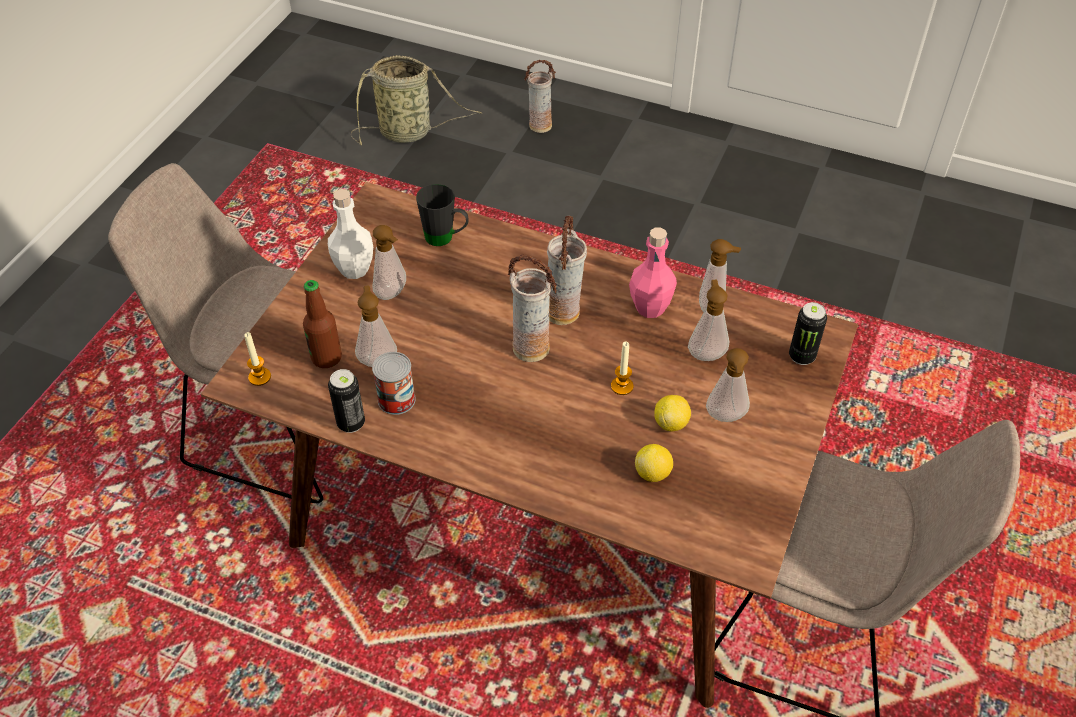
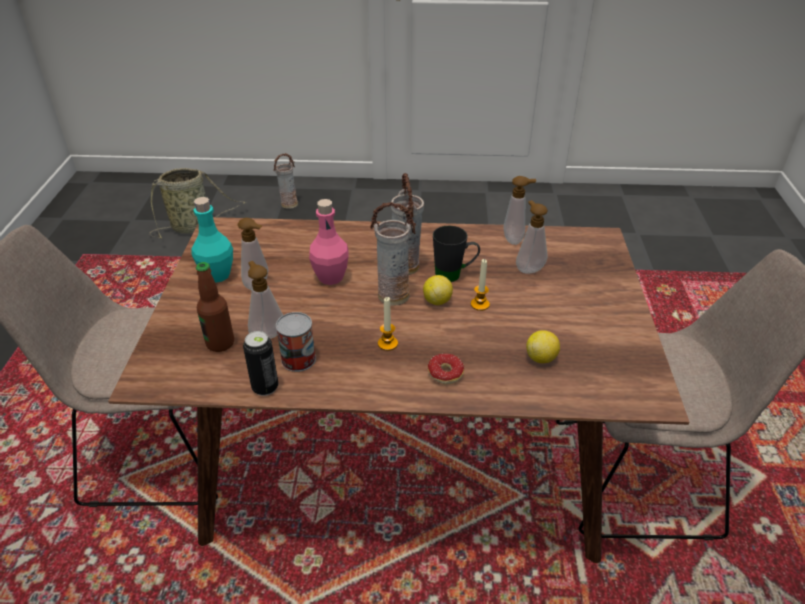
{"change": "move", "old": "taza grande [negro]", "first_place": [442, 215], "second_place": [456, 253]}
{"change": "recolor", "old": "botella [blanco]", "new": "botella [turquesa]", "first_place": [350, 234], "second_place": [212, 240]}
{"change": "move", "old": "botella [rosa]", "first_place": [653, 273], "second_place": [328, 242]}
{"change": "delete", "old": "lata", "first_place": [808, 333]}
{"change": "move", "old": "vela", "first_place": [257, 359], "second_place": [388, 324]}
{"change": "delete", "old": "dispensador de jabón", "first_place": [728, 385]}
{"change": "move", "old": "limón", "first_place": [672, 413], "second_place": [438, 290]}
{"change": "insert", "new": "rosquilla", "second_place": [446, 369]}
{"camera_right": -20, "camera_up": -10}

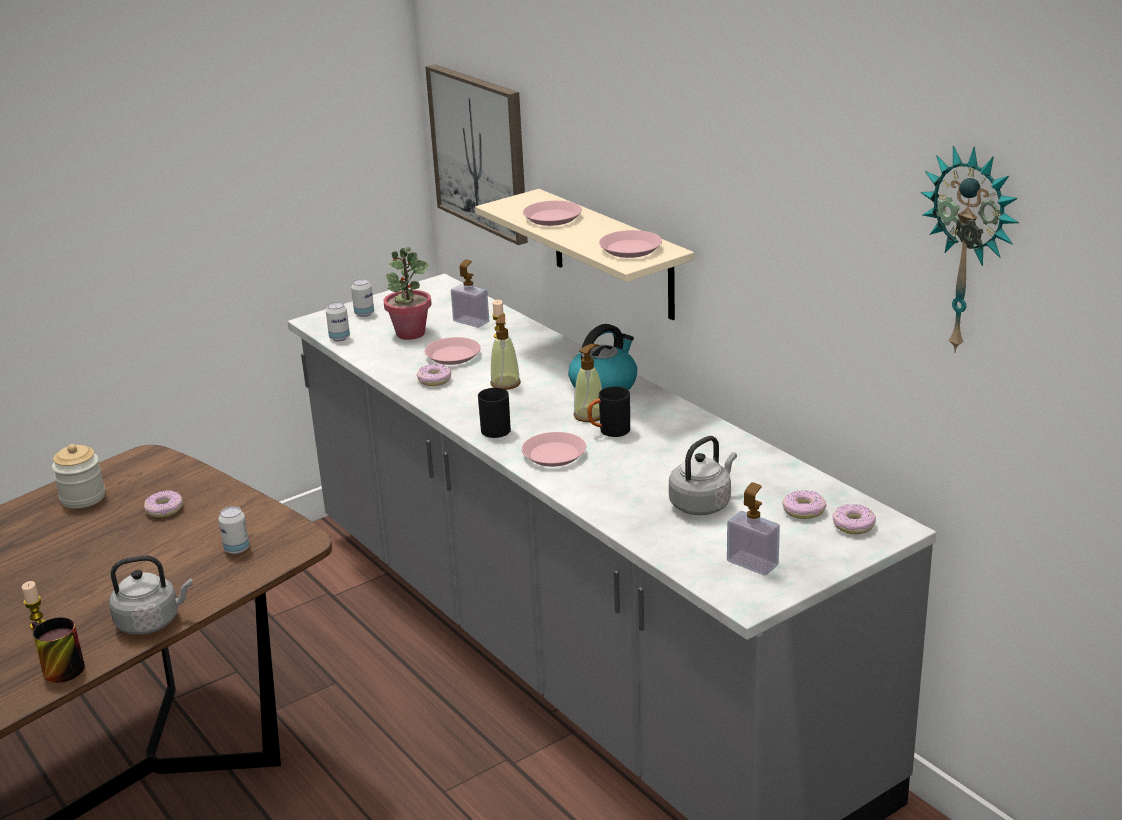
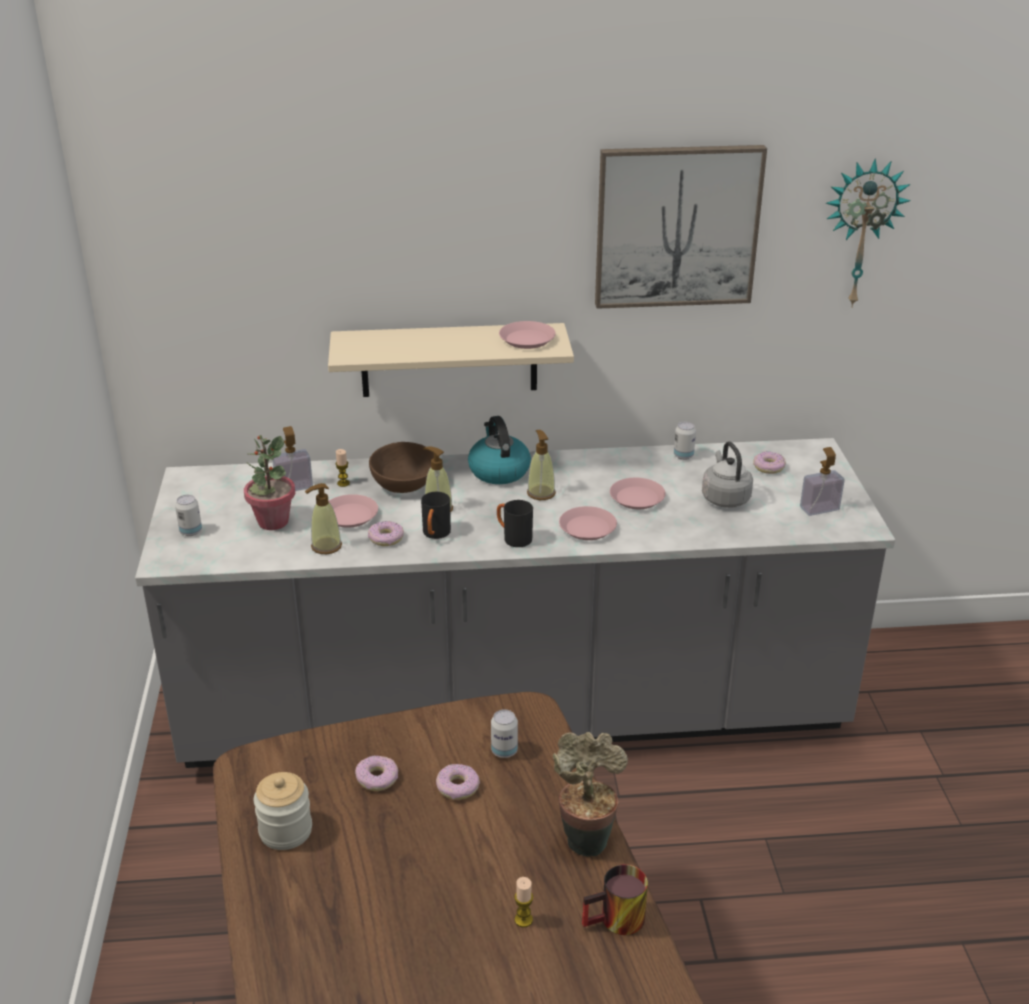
{"change": "move", "old": "cuadro", "first_place": [476, 154], "second_place": [681, 227]}
{"change": "move", "old": "plato [rosa]", "first_place": [552, 213], "second_place": [638, 493]}
{"change": "move", "old": "lata", "first_place": [338, 321], "second_place": [685, 441]}
{"change": "move", "old": "taza grande [negro]", "first_place": [608, 412], "second_place": [436, 515]}
{"change": "move", "old": "rosquilla", "first_place": [854, 519], "second_place": [458, 782]}
{"change": "replace", "old": "hervidor [gris]", "new": "planta en maceta", "first_place": [151, 595], "second_place": [590, 794]}
{"change": "insert", "new": "cuenco [marrón]", "second_place": [401, 467]}
{"change": "insert", "new": "dispensador de jabón", "second_place": [323, 518]}
{"camera_right": -60, "camera_up": 5}

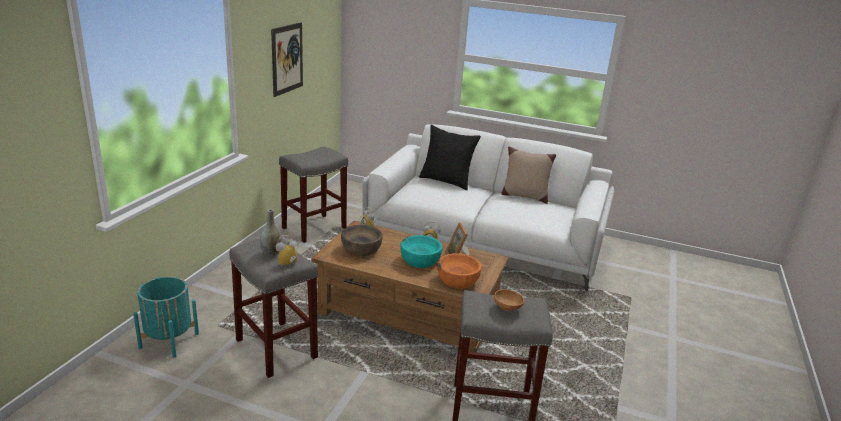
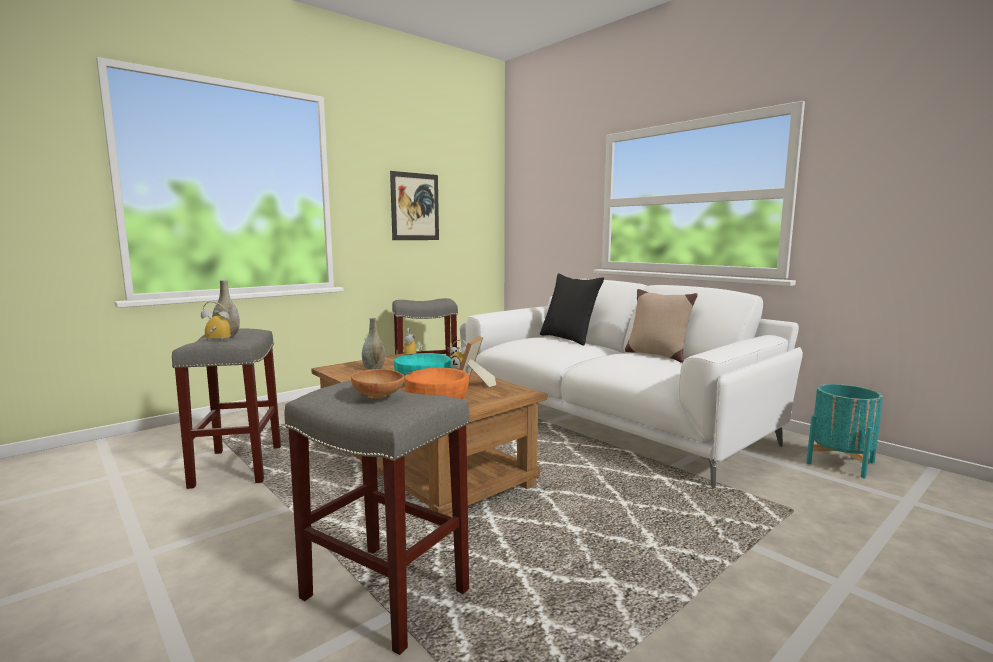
{"change": "replace", "old": "cuenco [marrón]", "new": "florero [gris]", "first_place": [362, 241], "second_place": [373, 344]}
{"change": "move", "old": "maceta [turquesa]", "first_place": [166, 317], "second_place": [844, 431]}
{"camera_right": 30, "camera_up": -15}

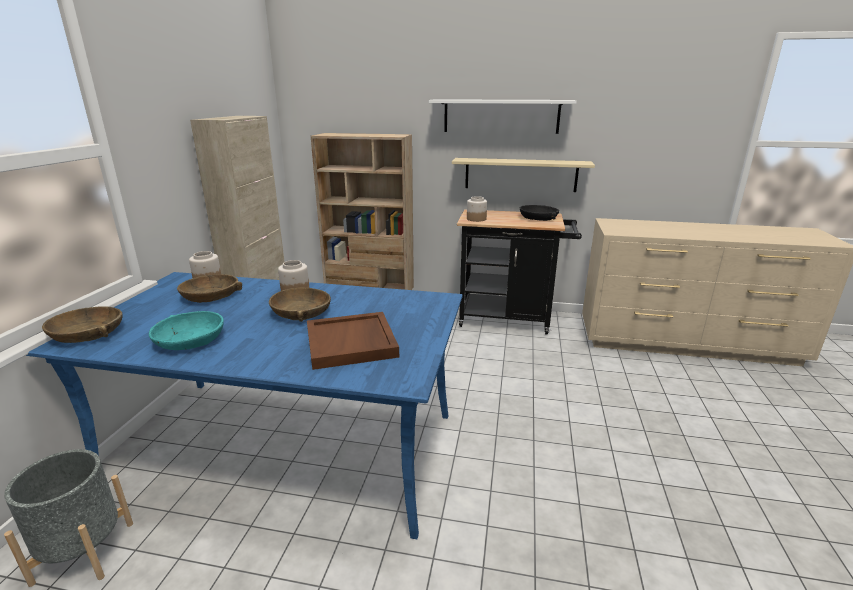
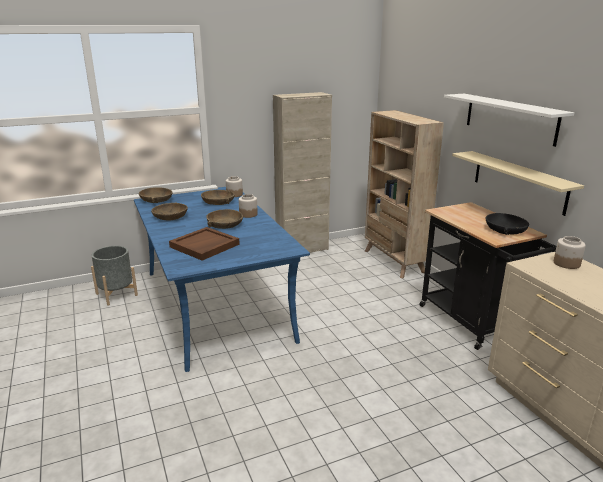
{"change": "move", "old": "tarro", "first_place": [477, 209], "second_place": [570, 252]}
{"change": "recolor", "old": "cuenco [turquesa]", "new": "cuenco [marrón]", "first_place": [186, 330], "second_place": [169, 211]}
{"camera_right": 55, "camera_up": 0}

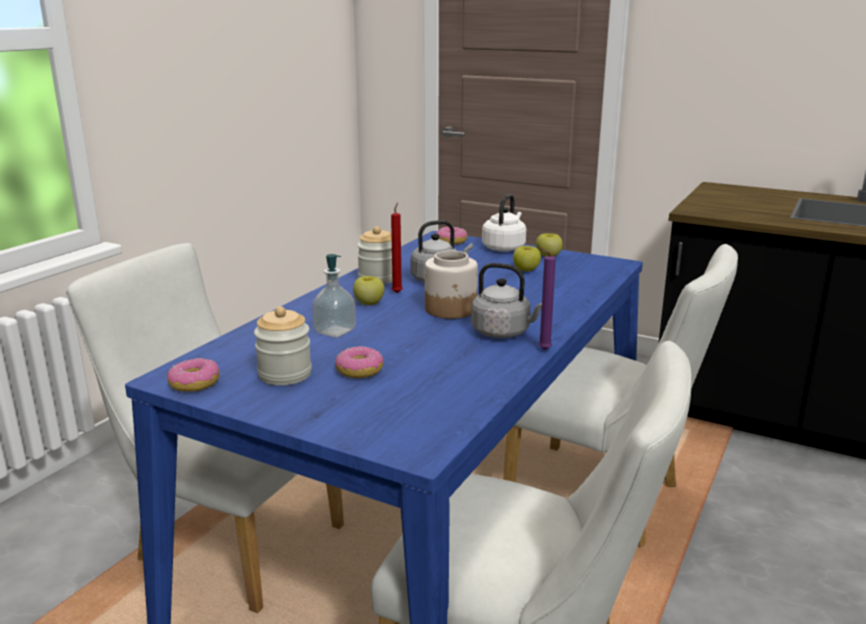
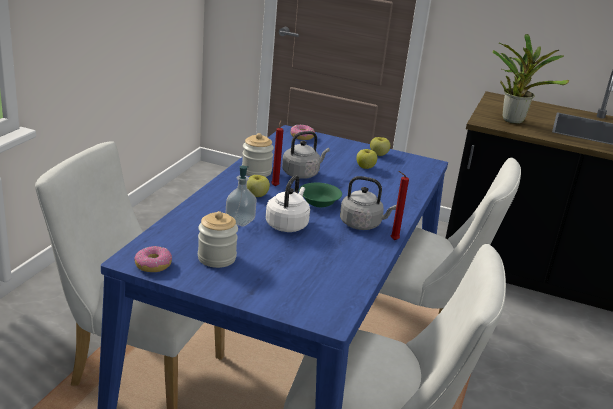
{"change": "move", "old": "hervidor [blanco]", "first_place": [504, 223], "second_place": [288, 203]}
{"change": "recolor", "old": "vela [morado]", "new": "vela [rojo]", "first_place": [547, 298], "second_place": [400, 205]}
{"change": "replace", "old": "tarro", "new": "cuenco [verde]", "first_place": [451, 285], "second_place": [320, 195]}
{"change": "delete", "old": "rosquilla", "first_place": [359, 362]}
{"change": "insert", "new": "planta en maceta", "second_place": [531, 79]}
{"camera_right": -10, "camera_up": 5}

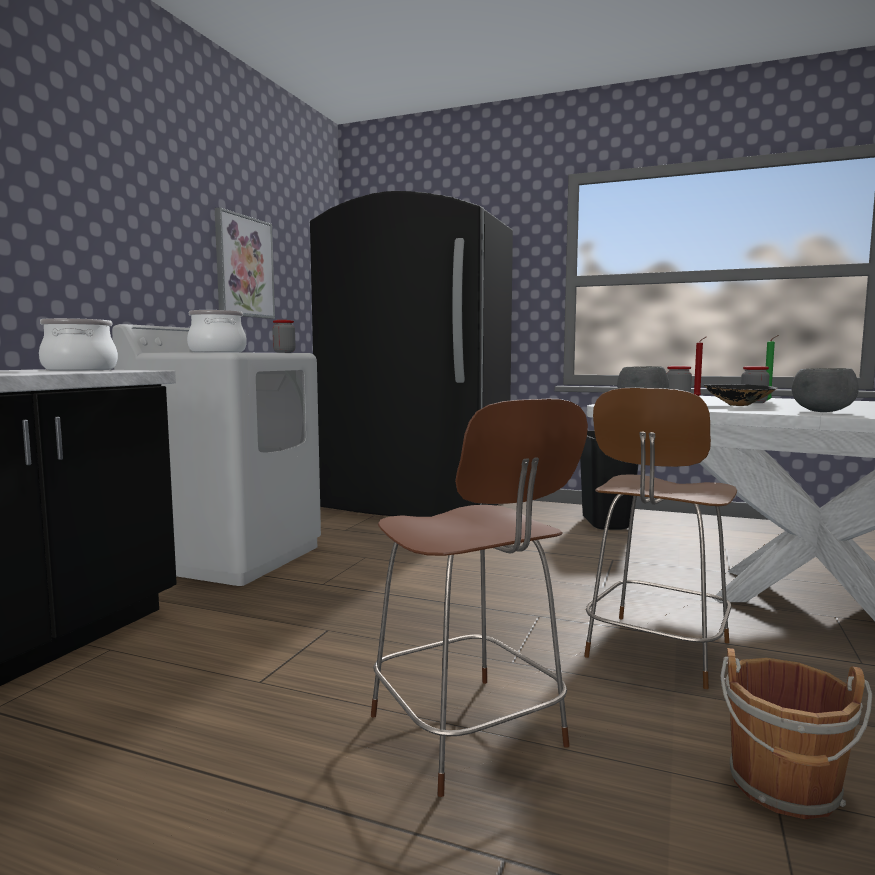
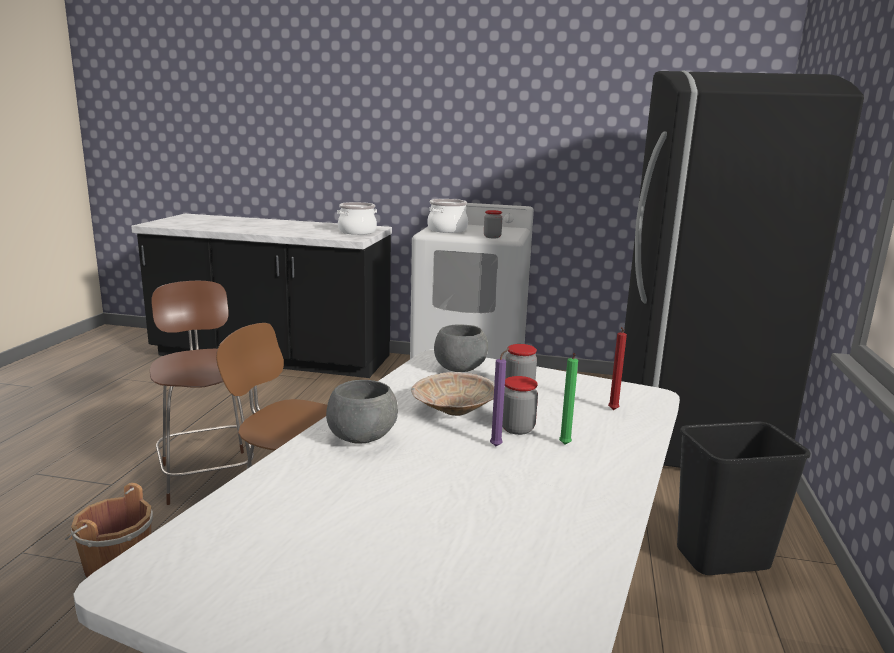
{"change": "delete", "old": "cuadro", "first_place": [245, 263]}
{"change": "recolor", "old": "cuenco [negro]", "new": "cuenco [beis]", "first_place": [741, 395], "second_place": [452, 394]}
{"change": "rotate", "old": "silla [marrón]", "first_place": [479, 598], "second_place": [202, 393], "degrees": 105}
{"change": "insert", "new": "vela [morado]", "second_place": [499, 397]}
{"camera_right": 80, "camera_up": 10}

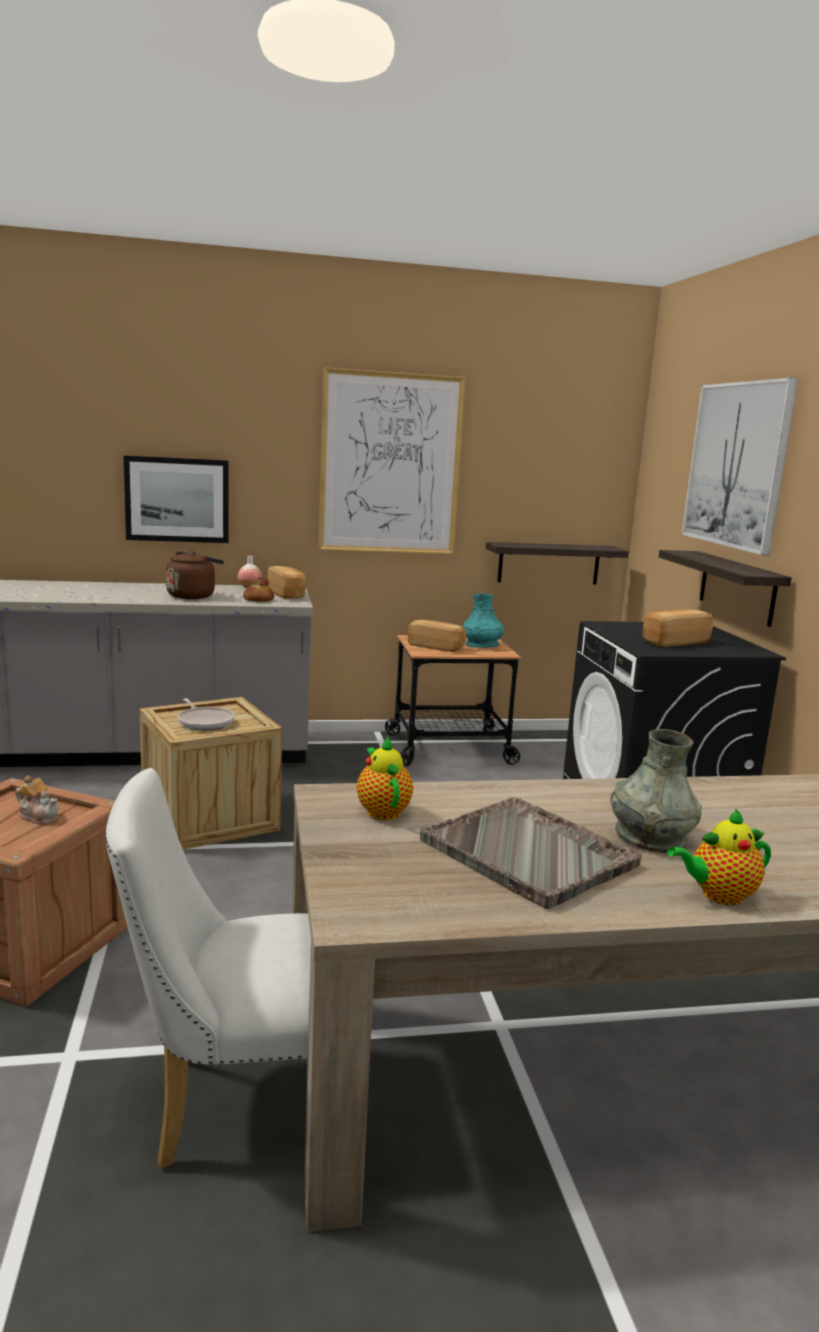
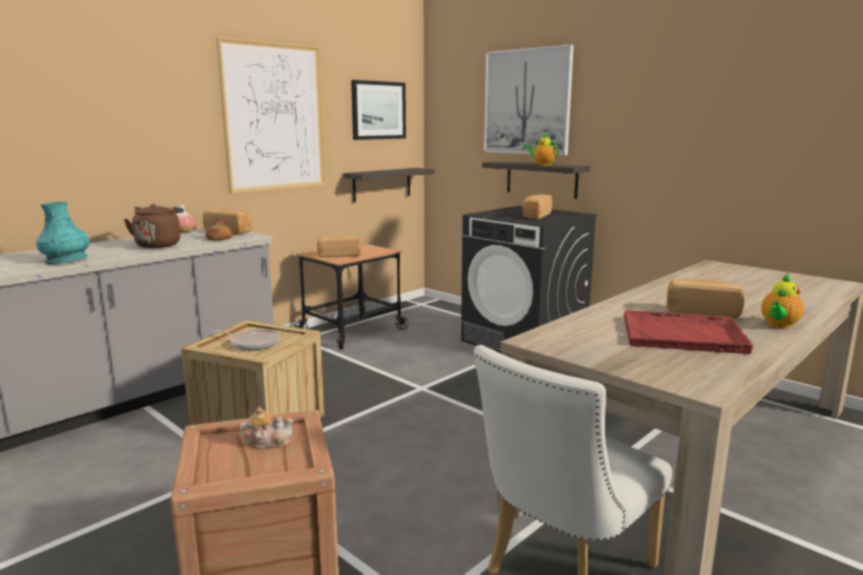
{"change": "move", "old": "cuadro", "first_place": [176, 499], "second_place": [378, 110]}
{"change": "move", "old": "florero [turquesa]", "first_place": [483, 621], "second_place": [63, 233]}
{"change": "replace", "old": "florero [gris]", "new": "pan", "first_place": [656, 791], "second_place": [705, 298]}
{"change": "move", "old": "tetera", "first_place": [385, 778], "second_place": [541, 149]}
{"change": "recolor", "old": "bandeja [gris]", "new": "bandeja [rojo]", "first_place": [530, 853], "second_place": [688, 332]}
{"camera_right": -35, "camera_up": 0}

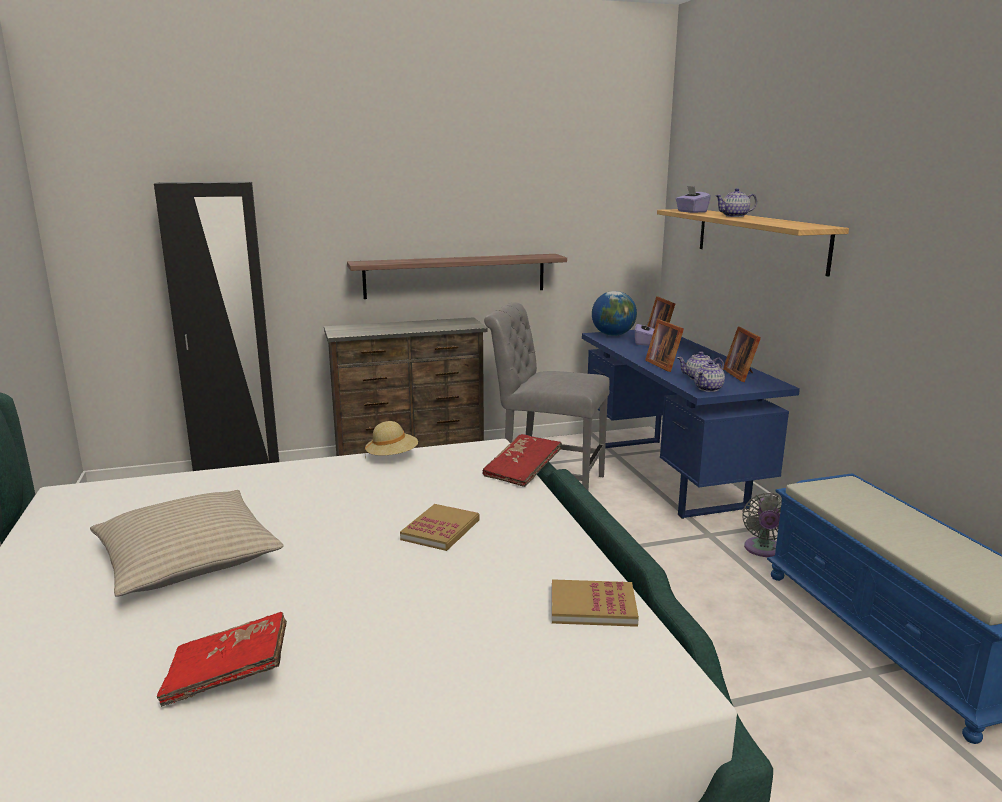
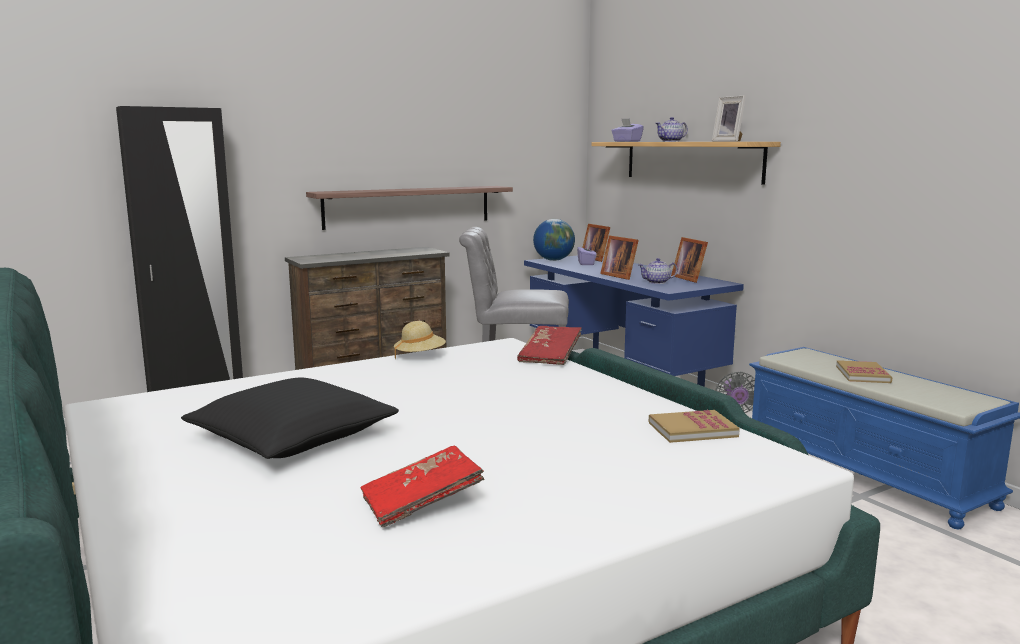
{"change": "delete", "old": "tetera", "first_place": [709, 376]}
{"change": "recolor", "old": "cojín [beis]", "new": "cojín [negro]", "first_place": [187, 543], "second_place": [290, 418]}
{"change": "move", "old": "libro", "first_place": [440, 527], "second_place": [864, 371]}
{"change": "insert", "new": "portarretratos", "second_place": [729, 118]}
{"camera_right": -15, "camera_up": -5}

